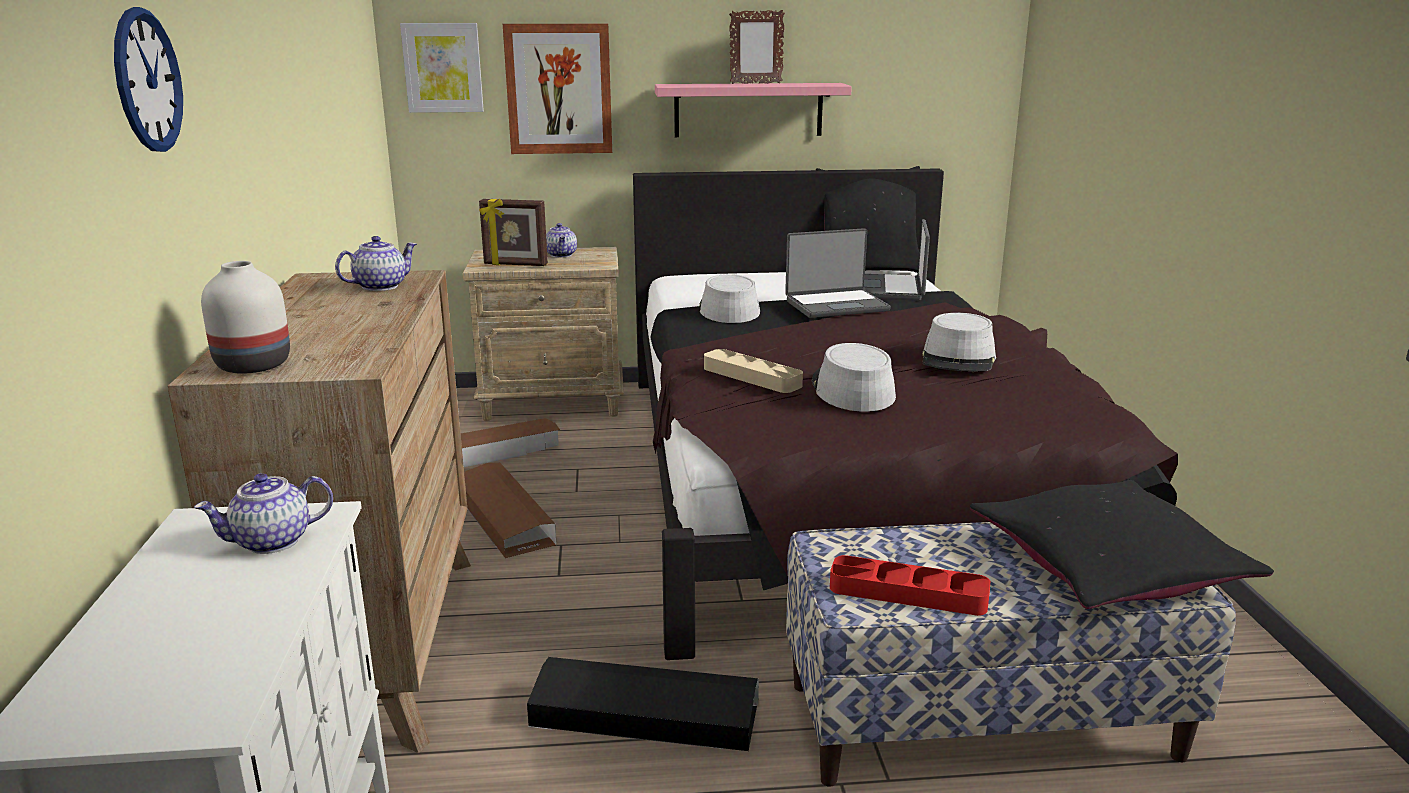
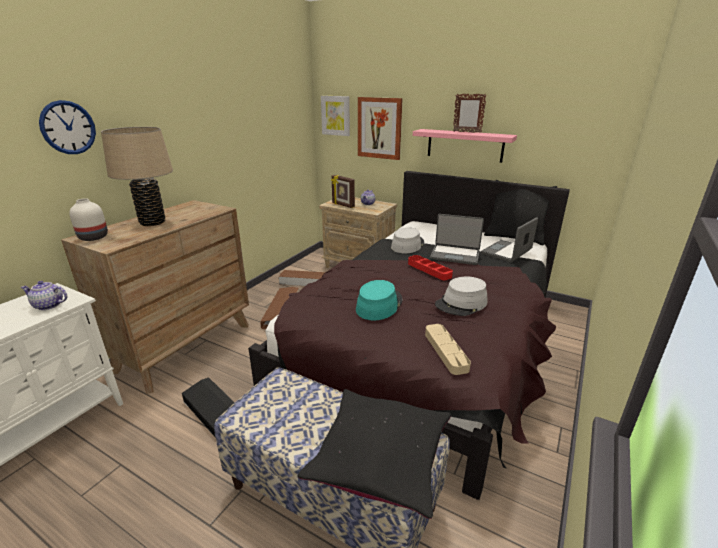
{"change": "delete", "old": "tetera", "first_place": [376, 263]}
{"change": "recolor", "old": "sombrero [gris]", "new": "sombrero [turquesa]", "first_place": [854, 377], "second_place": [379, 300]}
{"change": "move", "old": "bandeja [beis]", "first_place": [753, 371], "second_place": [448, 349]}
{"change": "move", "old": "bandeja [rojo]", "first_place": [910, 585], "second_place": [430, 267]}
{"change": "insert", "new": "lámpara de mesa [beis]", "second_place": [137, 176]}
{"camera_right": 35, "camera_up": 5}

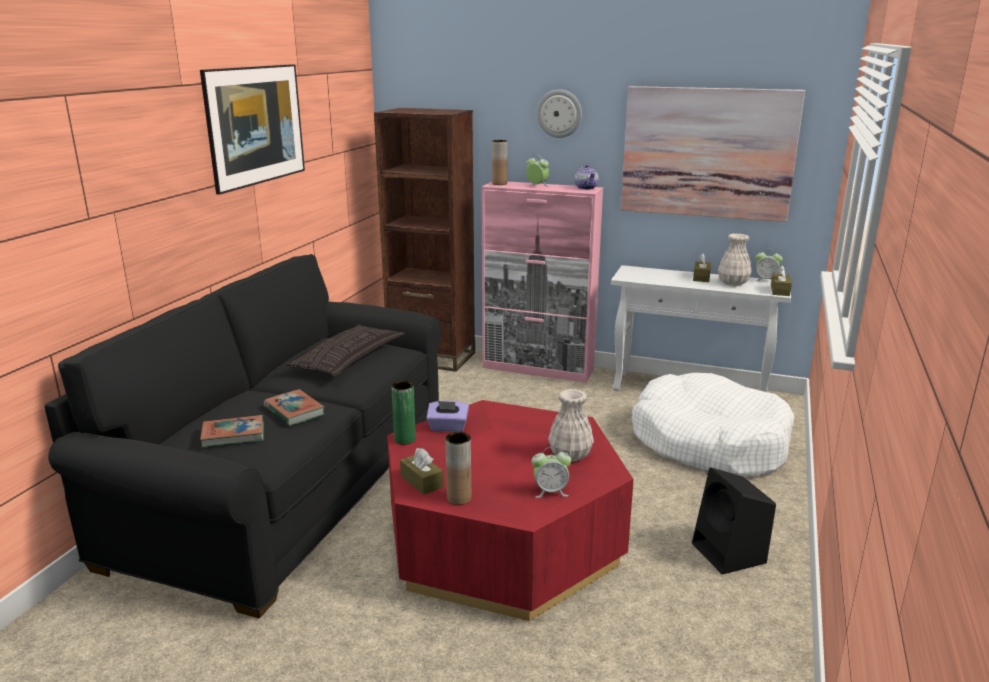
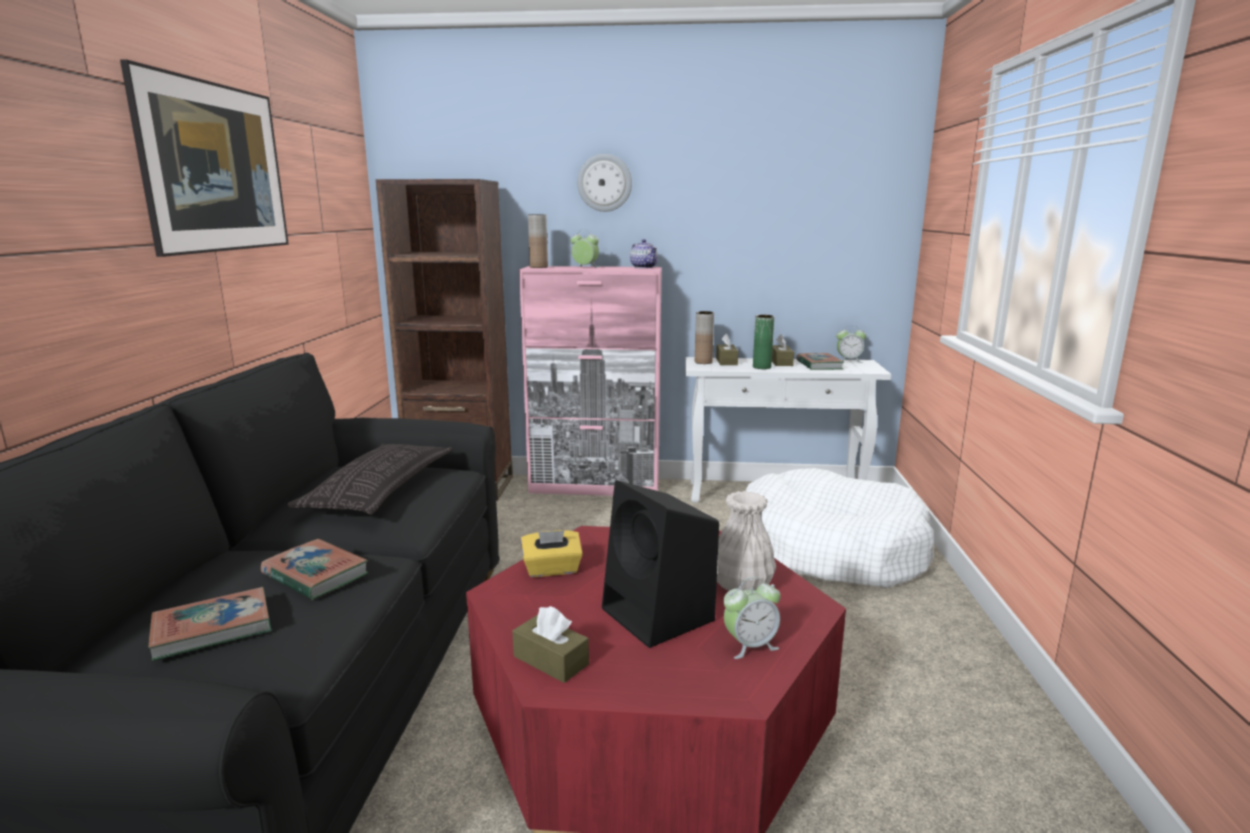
{"change": "delete", "old": "cuadro", "first_place": [713, 154]}
{"change": "replace", "old": "florero [blanco]", "new": "libro", "first_place": [735, 259], "second_place": [820, 361]}
{"change": "move", "old": "caja de pañuelos [marrón]", "first_place": [781, 280], "second_place": [727, 349]}
{"change": "move", "old": "florero [verde]", "first_place": [403, 413], "second_place": [763, 342]}
{"change": "recolor", "old": "caja de pañuelos [morado]", "new": "caja de pañuelos [amarillo]", "first_place": [447, 416], "second_place": [552, 553]}
{"change": "move", "old": "florero [marrón]", "first_place": [458, 468], "second_place": [704, 337]}
{"change": "move", "old": "altavoz [negro]", "first_place": [734, 521], "second_place": [660, 564]}
{"camera_right": -15, "camera_up": -5}

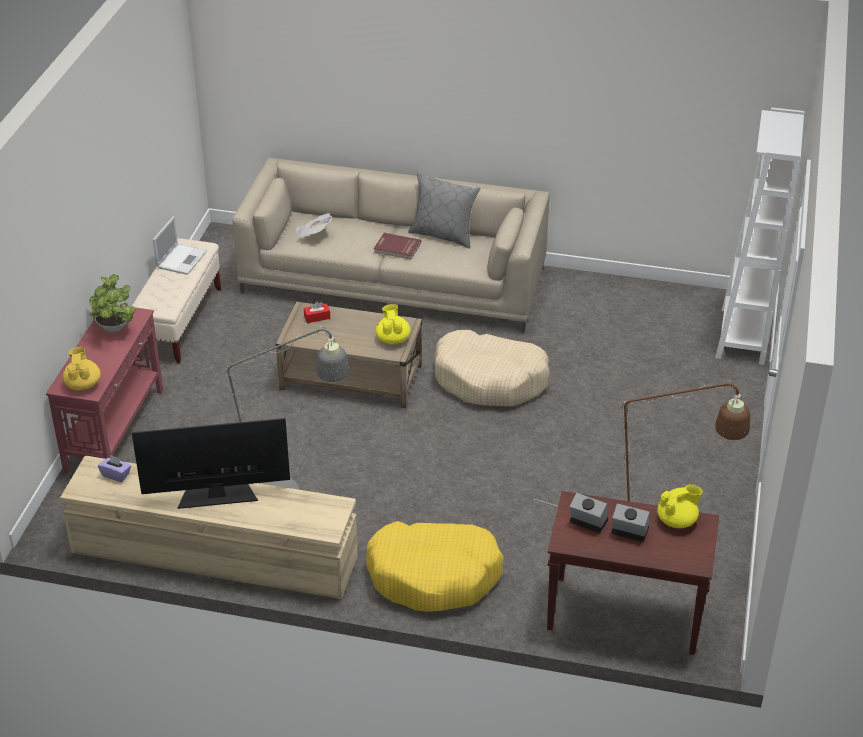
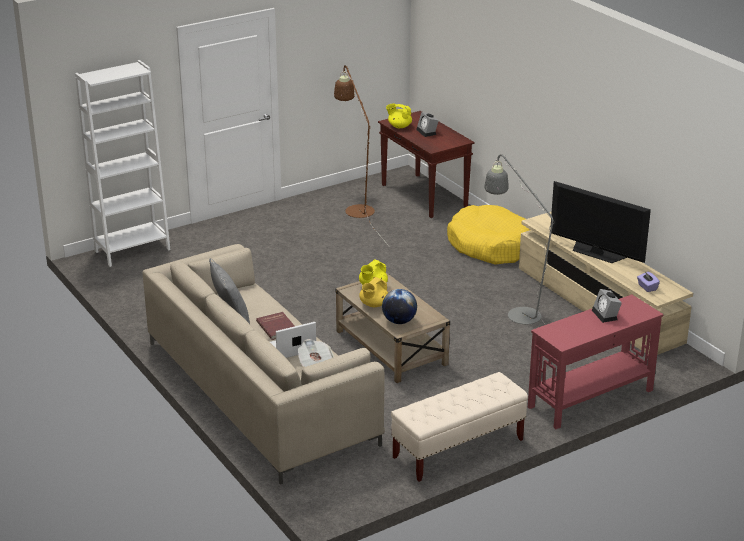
{"change": "move", "old": "portátil", "first_place": [180, 246], "second_place": [293, 340]}
{"change": "delete", "old": "planta en maceta", "first_place": [112, 303]}
{"change": "replace", "old": "caja de pañuelos [rojo]", "new": "globo terráqueo", "first_place": [317, 312], "second_place": [399, 306]}
{"change": "delete", "old": "cama para perro [beis]", "first_place": [492, 368]}
{"change": "move", "old": "tetera [amarillo]", "first_place": [82, 368], "second_place": [373, 292]}
{"change": "move", "old": "despertador", "first_place": [589, 513], "second_place": [607, 306]}
{"camera_right": -135, "camera_up": -10}

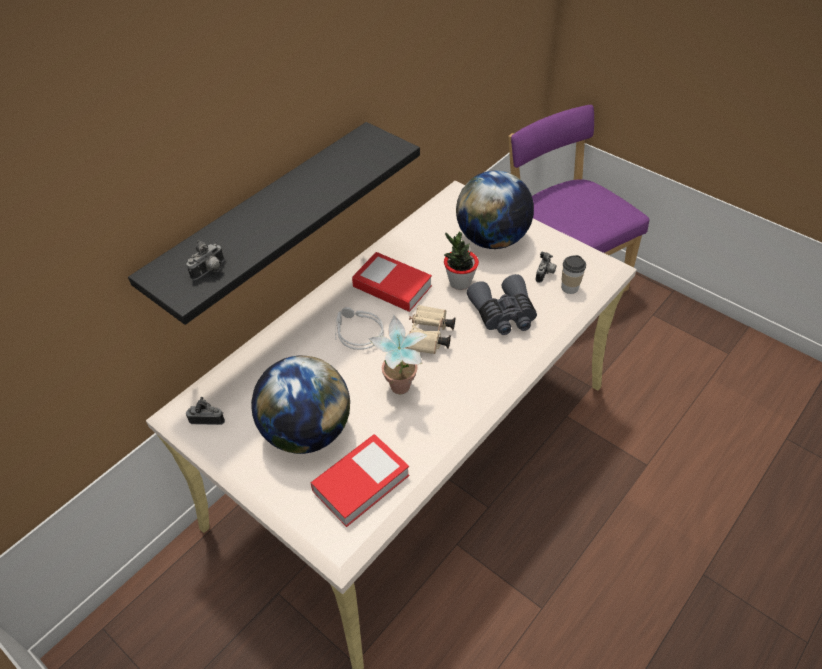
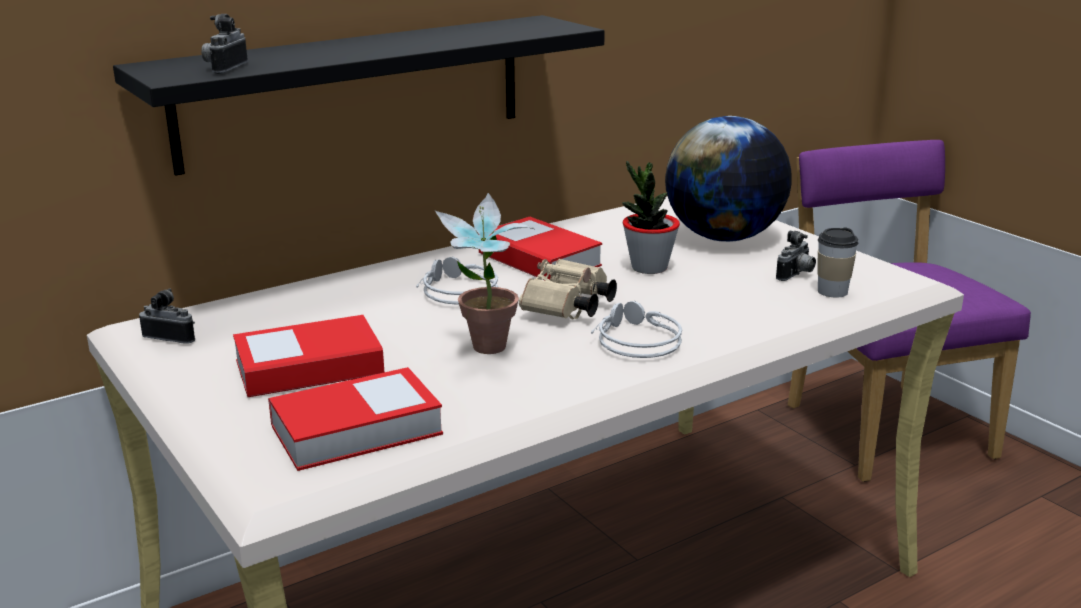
{"change": "rotate", "old": "cámara", "first_place": [205, 259], "second_place": [224, 44], "degrees": 135}
{"change": "delete", "old": "prismáticos [gris]", "first_place": [502, 304]}
{"change": "replace", "old": "globo terráqueo", "new": "libro", "first_place": [300, 405], "second_place": [308, 356]}
{"change": "insert", "new": "auriculares [gris]", "second_place": [636, 329]}
{"camera_right": 15, "camera_up": -25}

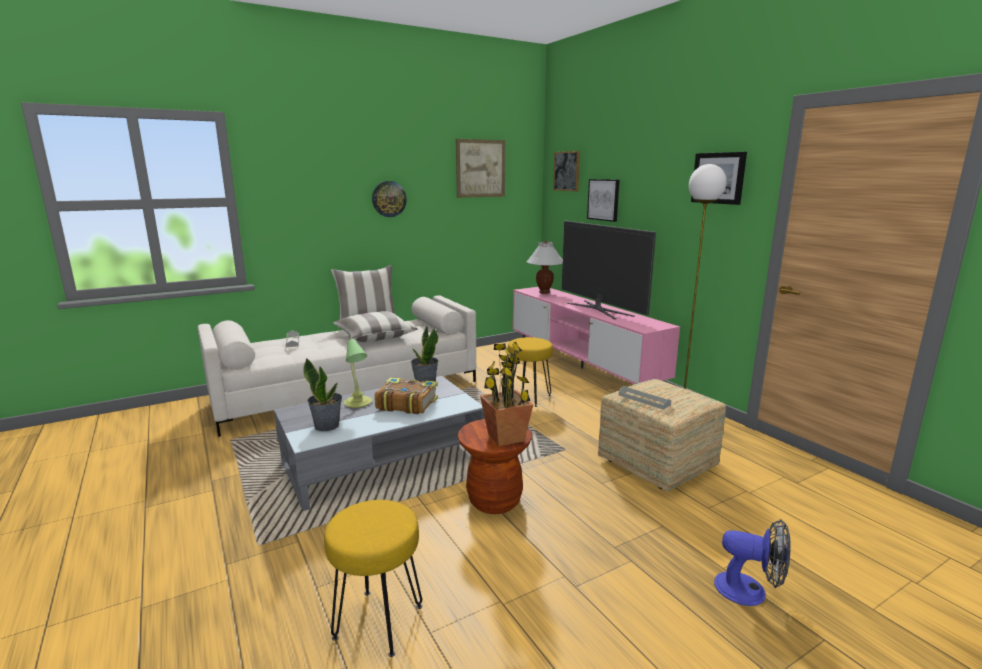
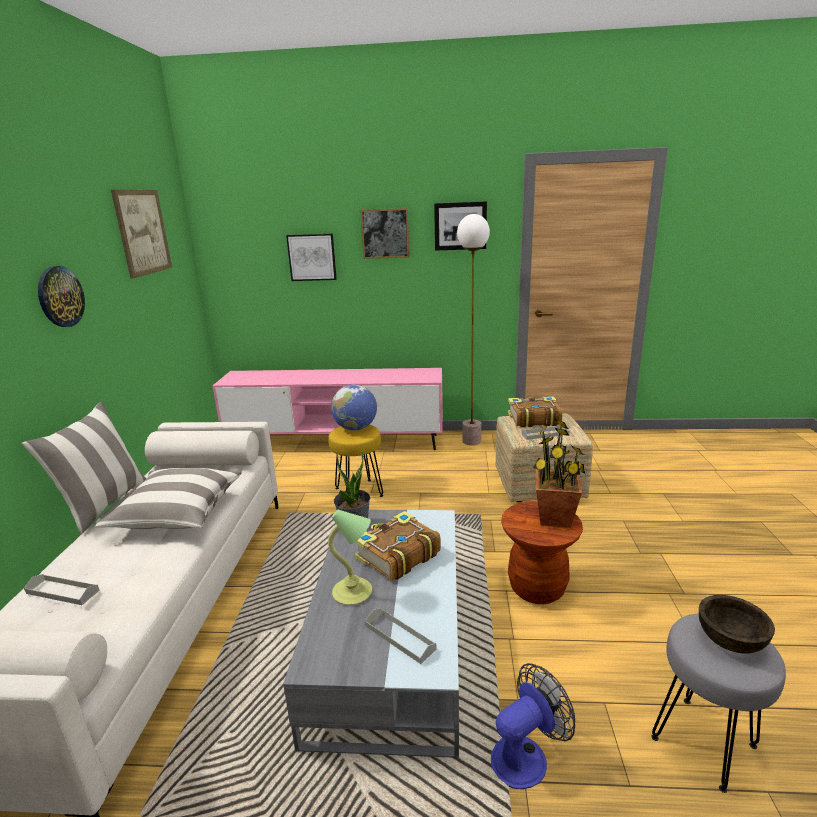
{"change": "move", "old": "cuadro", "first_place": [566, 171], "second_place": [385, 233]}
{"change": "delete", "old": "televisor", "first_place": [609, 270]}
{"change": "delete", "old": "lámpara de mesa [blanco]", "first_place": [544, 267]}
{"change": "replace", "old": "planta en maceta", "new": "bandeja [gris]", "first_place": [322, 394], "second_place": [400, 636]}
{"change": "recolor", "old": "taburete [amarillo]", "new": "taburete [gris]", "first_place": [373, 578], "second_place": [718, 703]}
{"change": "move", "old": "ventilador", "first_place": [752, 562], "second_place": [533, 726]}
{"change": "insert", "new": "globo terráqueo", "second_place": [354, 408]}
{"change": "insert", "new": "libro", "second_place": [535, 411]}
{"change": "insert", "new": "cuenco [marrón]", "second_place": [737, 624]}
{"camera_right": -55, "camera_up": 5}

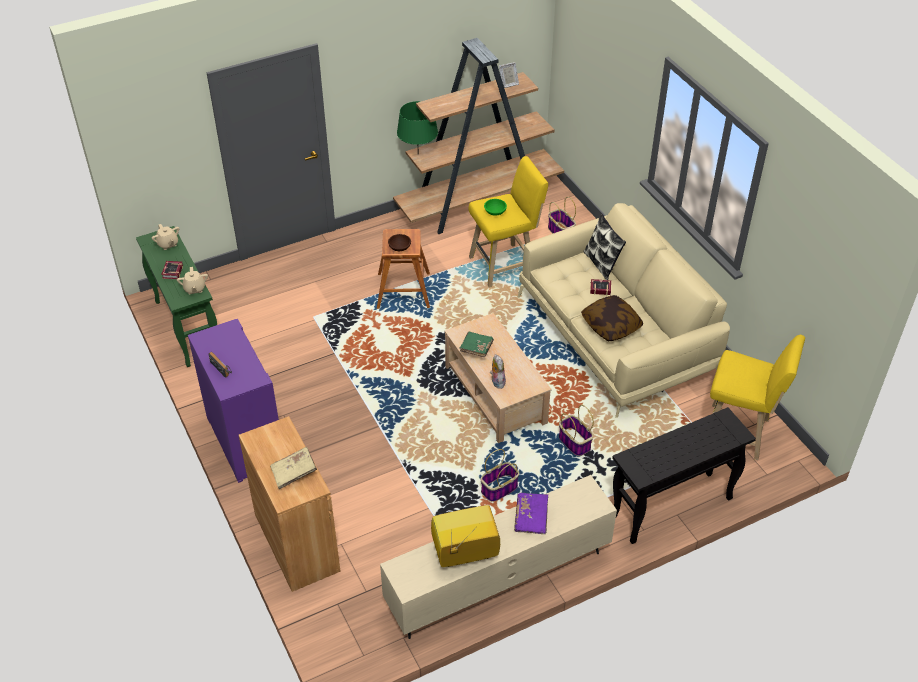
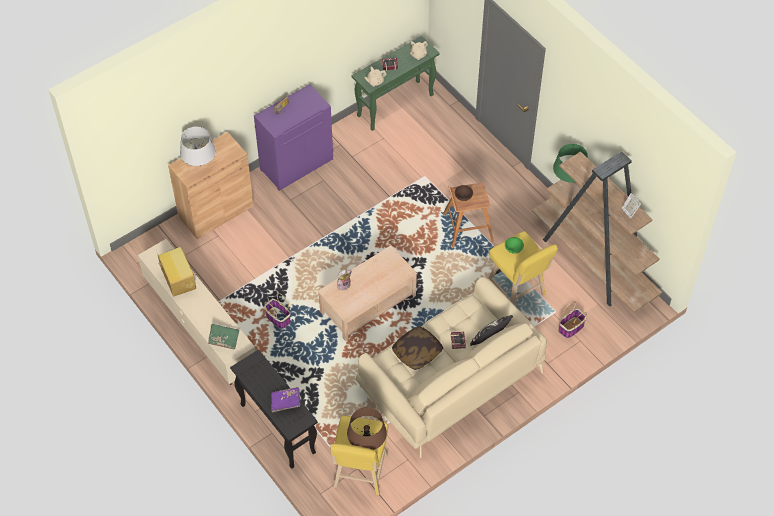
{"change": "move", "old": "libro [verde]", "first_place": [477, 344], "second_place": [223, 337]}
{"change": "delete", "old": "cesta", "first_place": [576, 430]}
{"change": "replace", "old": "libro [beis]", "new": "lámpara de mesa [gris]", "first_place": [293, 468], "second_place": [198, 147]}
{"change": "move", "old": "libro [morado]", "first_place": [531, 513], "second_place": [285, 399]}
{"change": "insert", "new": "lámpara de mesa [marrón]", "second_place": [367, 428]}
{"camera_right": 80, "camera_up": 10}

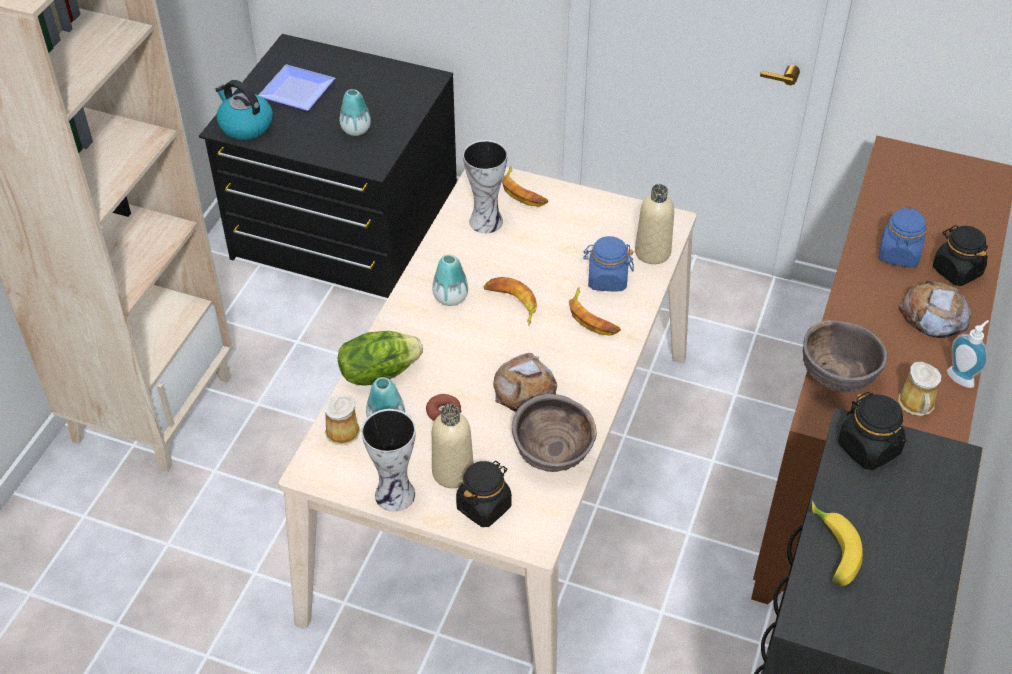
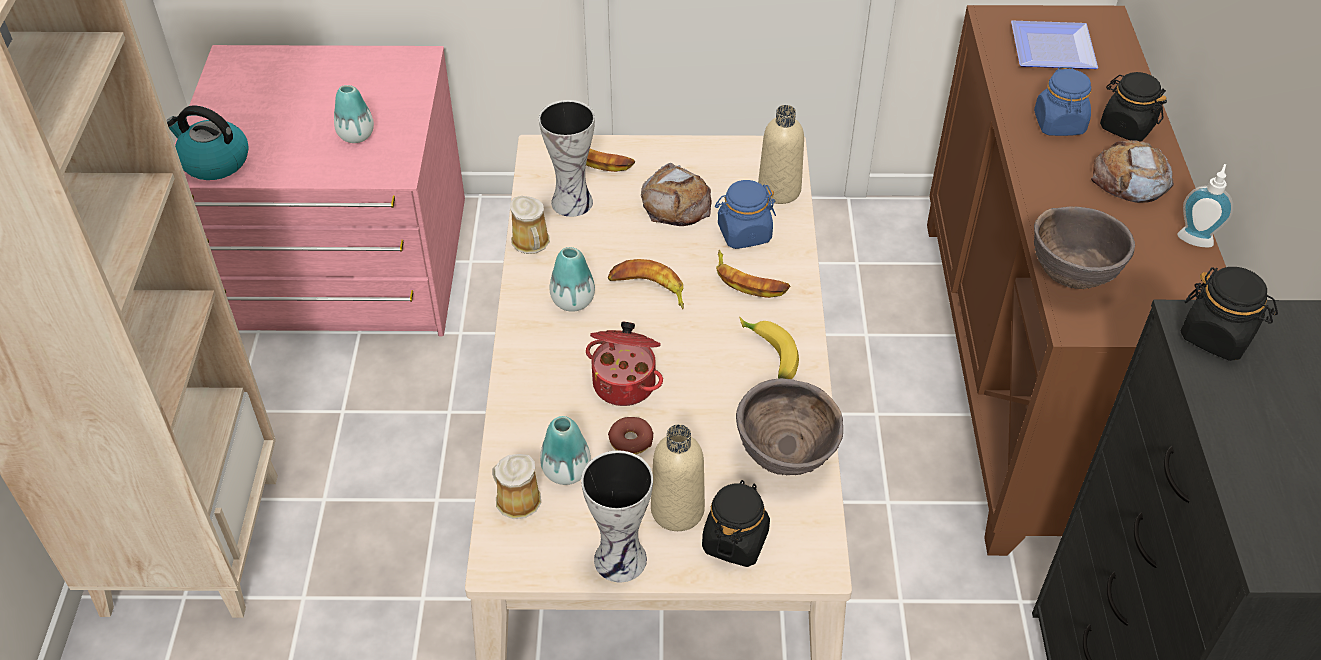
{"change": "recolor", "old": "cómoda [negro]", "new": "cómoda [rosa]", "first_place": [328, 166], "second_place": [320, 191]}
{"change": "move", "old": "plato", "first_place": [297, 87], "second_place": [1054, 45]}
{"change": "delete", "old": "lechuga", "first_place": [380, 358]}
{"change": "move", "old": "pan", "first_place": [525, 382], "second_place": [676, 194]}
{"change": "move", "old": "taza grande", "first_place": [919, 389], "second_place": [530, 225]}
{"change": "move", "old": "plátano", "first_place": [837, 543], "second_place": [769, 348]}
{"change": "insert", "new": "olla", "second_place": [624, 364]}
{"camera_right": -20, "camera_up": 0}

